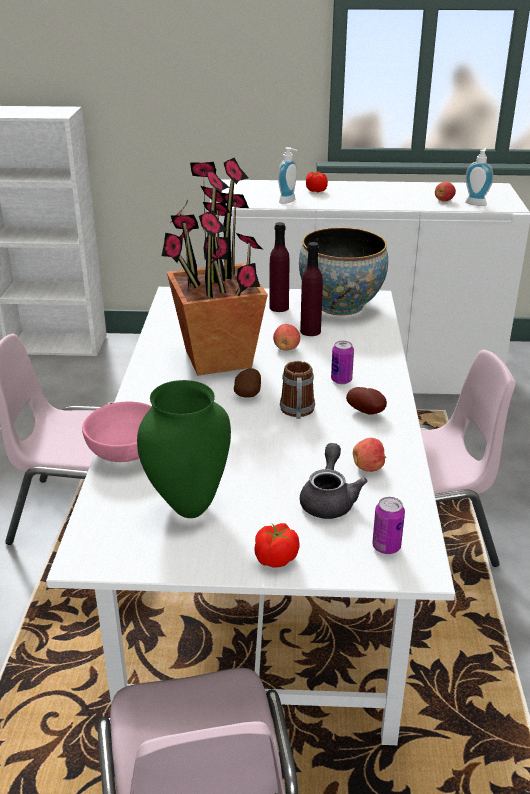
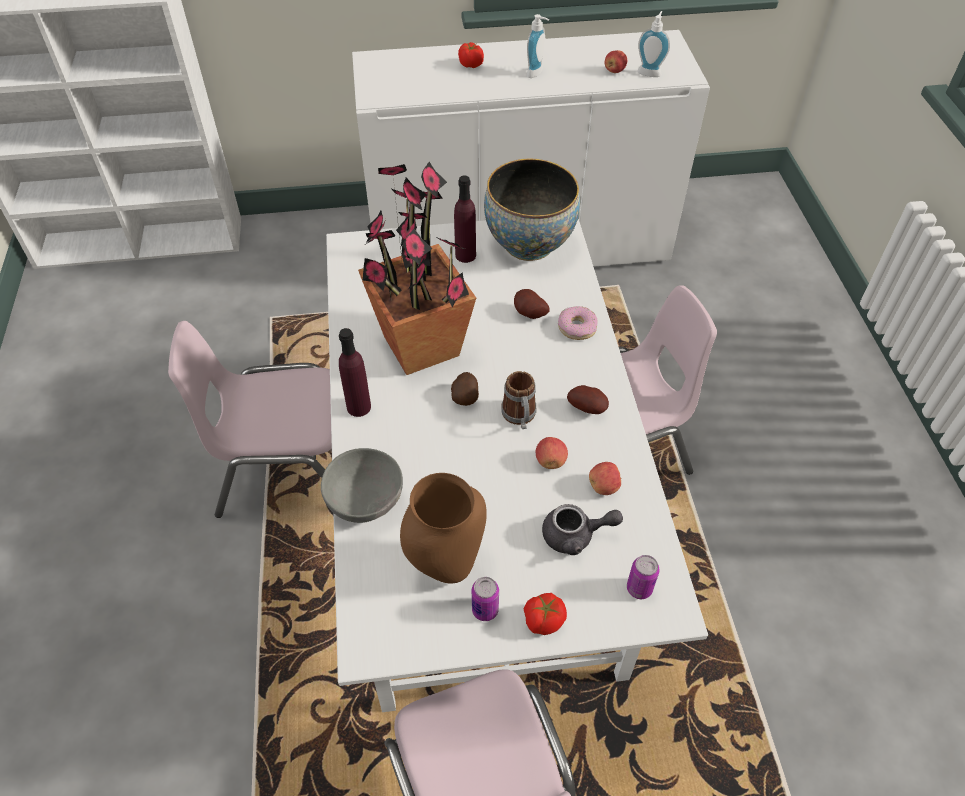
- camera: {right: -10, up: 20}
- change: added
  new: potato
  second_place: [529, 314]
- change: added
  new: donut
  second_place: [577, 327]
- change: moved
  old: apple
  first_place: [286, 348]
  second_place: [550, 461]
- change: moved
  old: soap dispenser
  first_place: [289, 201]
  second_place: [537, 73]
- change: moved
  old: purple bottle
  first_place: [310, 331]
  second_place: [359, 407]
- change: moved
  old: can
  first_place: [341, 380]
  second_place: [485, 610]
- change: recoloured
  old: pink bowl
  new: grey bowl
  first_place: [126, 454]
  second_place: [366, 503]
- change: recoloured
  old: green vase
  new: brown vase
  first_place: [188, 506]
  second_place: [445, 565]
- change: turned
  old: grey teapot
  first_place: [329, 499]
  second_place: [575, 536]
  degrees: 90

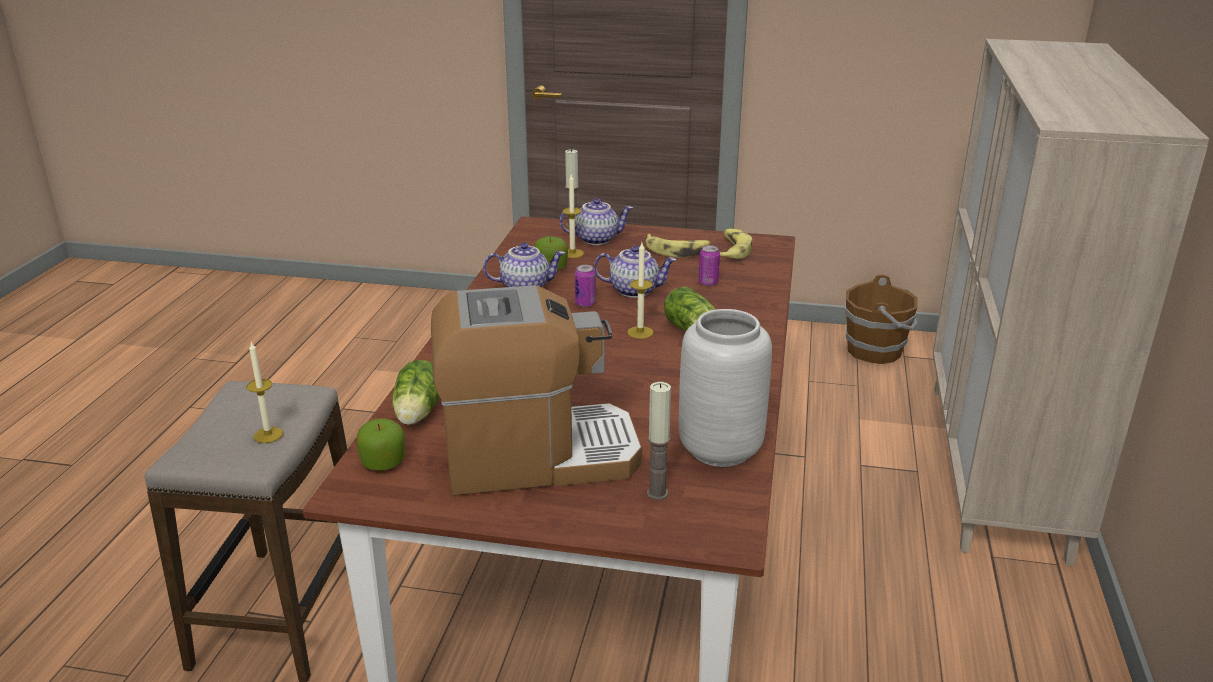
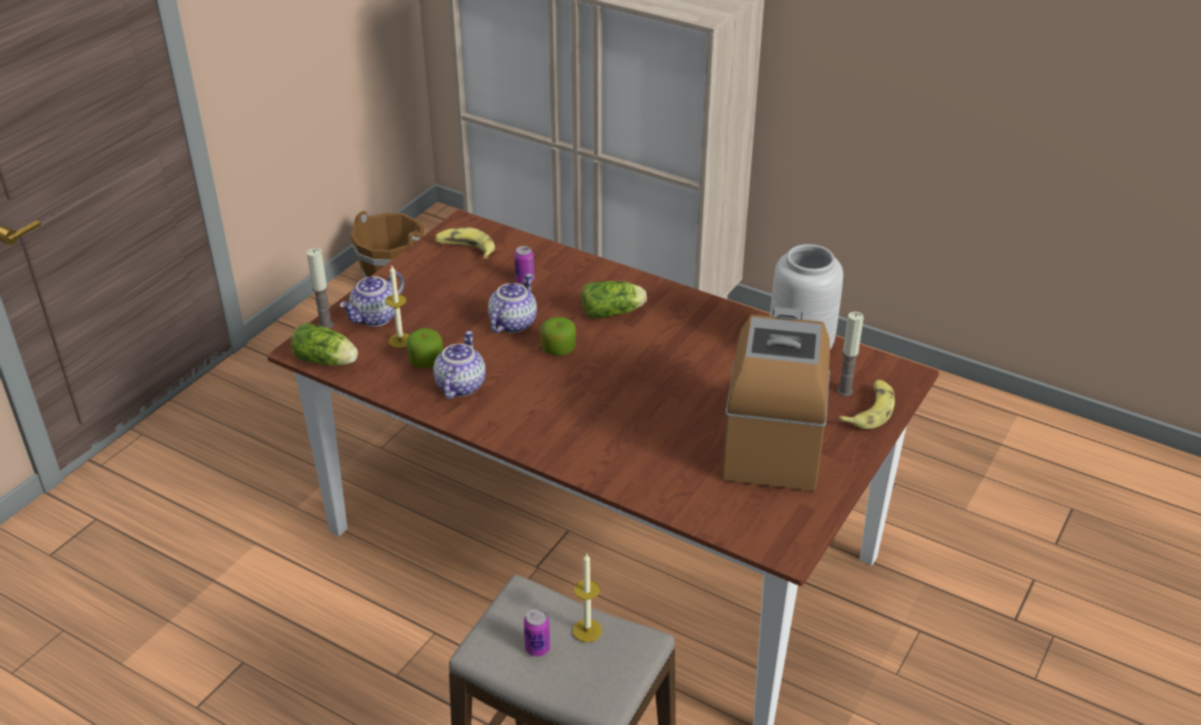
- camera: {right: -70, up: 10}
- change: removed
  old: candle
  first_place: [640, 332]
- change: moved
  old: apple
  first_place: [383, 462]
  second_place: [558, 349]
- change: moved
  old: lettuce
  first_place: [417, 414]
  second_place: [328, 361]
- change: moved
  old: can
  first_place: [585, 303]
  second_place: [537, 648]
- change: moved
  old: banana
  first_place: [677, 251]
  second_place: [869, 411]
- change: turned
  old: teapot
  first_place: [596, 239]
  second_place: [376, 318]
  degrees: -150

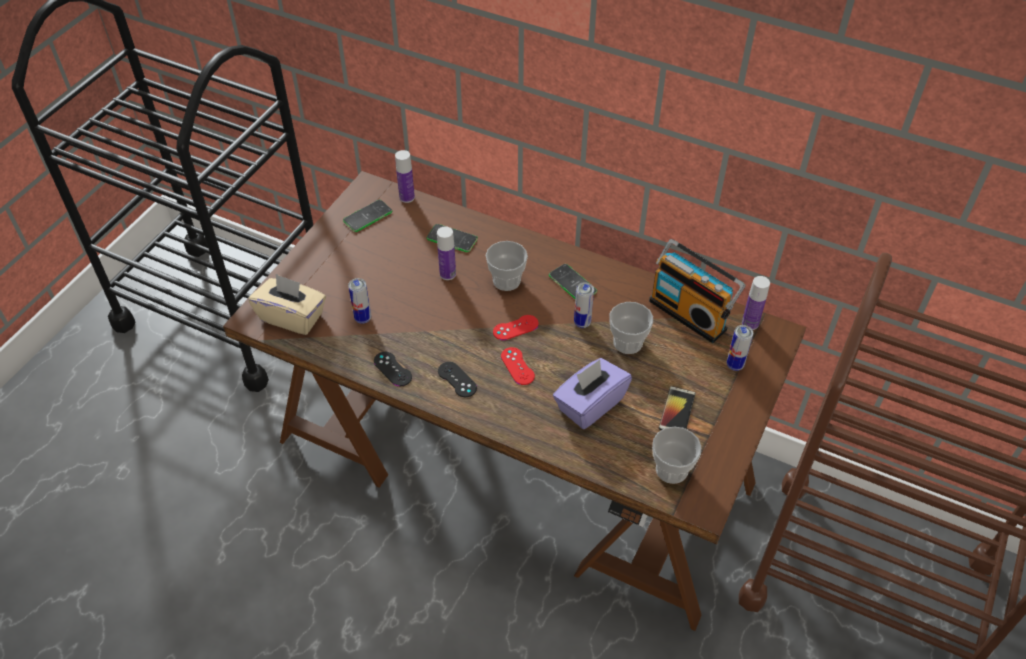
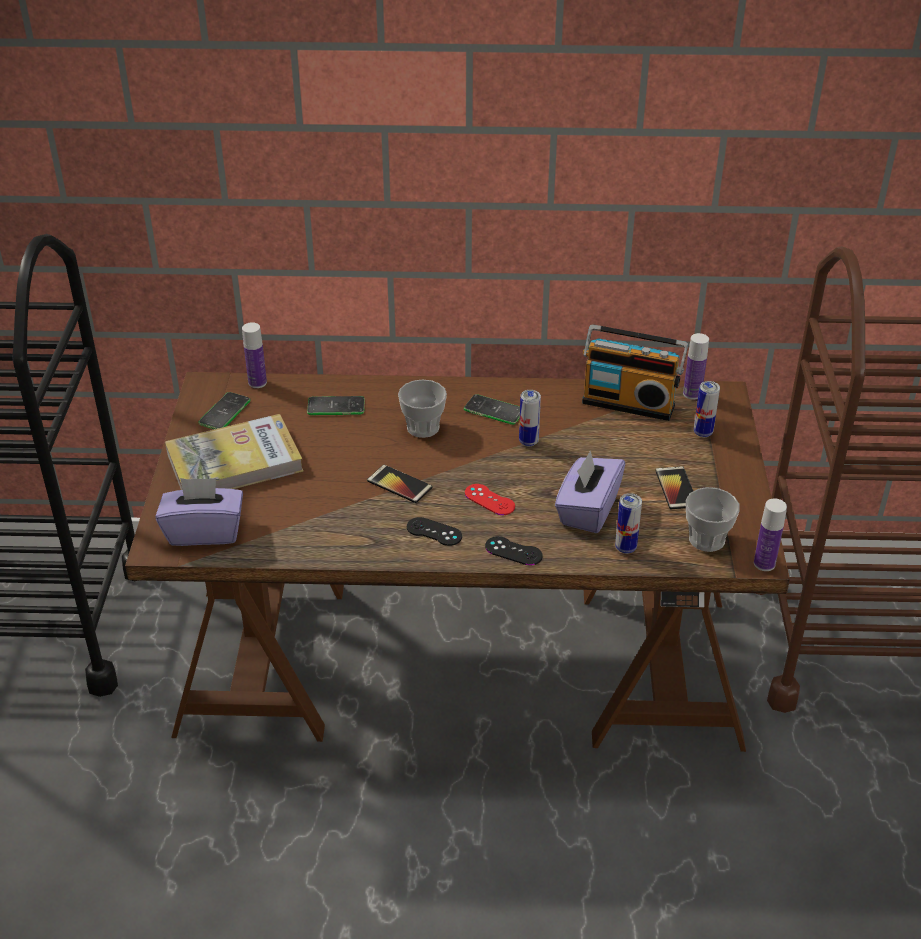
- camera: {right: -25, up: -10}
- change: removed
  old: red game controller
  first_place: [515, 328]
- change: removed
  old: cup
  first_place: [627, 343]
- change: added
  new: book
  second_place: [234, 462]
- change: added
  new: phone
  second_place: [399, 484]
- change: moved
  old: can
  first_place: [363, 318]
  second_place: [625, 548]
- change: moved
  old: black game controller
  first_place: [392, 369]
  second_place: [513, 551]
- change: moved
  old: bottle
  first_place: [447, 274]
  second_place: [764, 563]
- change: recoloured
  old: beige tissue box
  new: purple tissue box
  first_place: [292, 317]
  second_place: [204, 531]

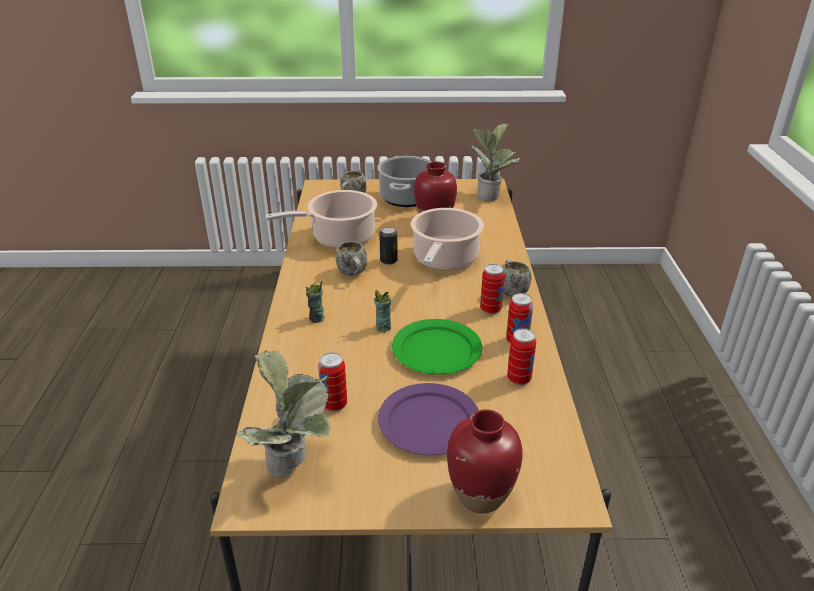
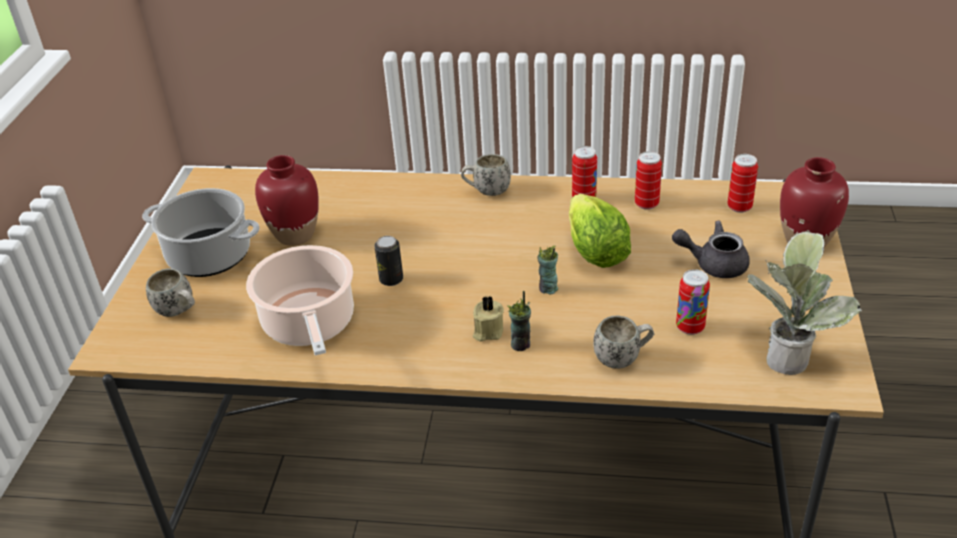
- camera: {right: -80, up: 5}
- change: removed
  old: cooking pot
  first_place: [444, 260]
- change: removed
  old: potted plant
  first_place: [491, 195]
- change: added
  new: beige candle
  second_place: [487, 331]
- change: moved
  old: white mug
  first_place: [354, 274]
  second_place: [623, 358]
- change: moved
  old: can
  first_place: [490, 310]
  second_place: [739, 207]
- change: replaced
  old: purple plate
  new: grey teapot
  first_place: [428, 422]
  second_place: [713, 264]
- change: replaced
  old: green plate
  new: lettuce
  first_place: [436, 350]
  second_place: [595, 252]

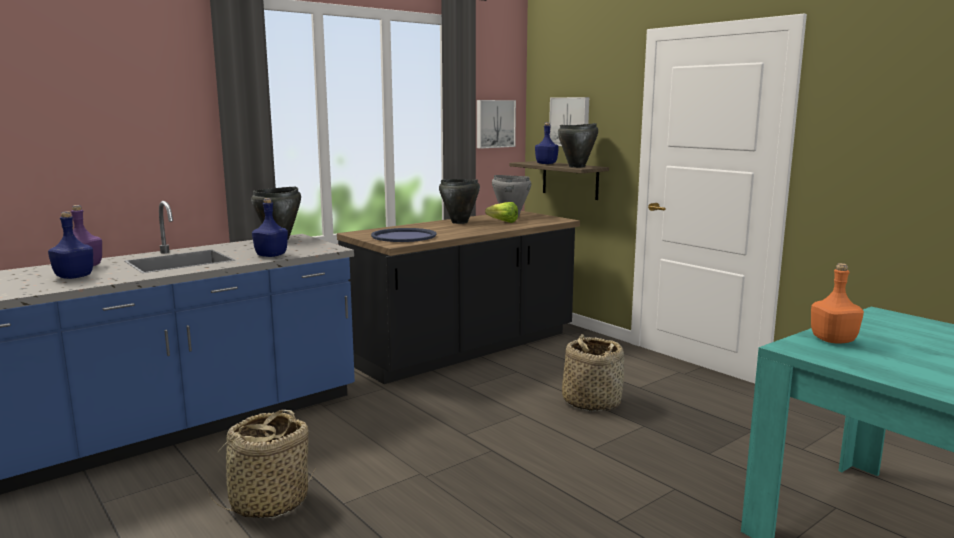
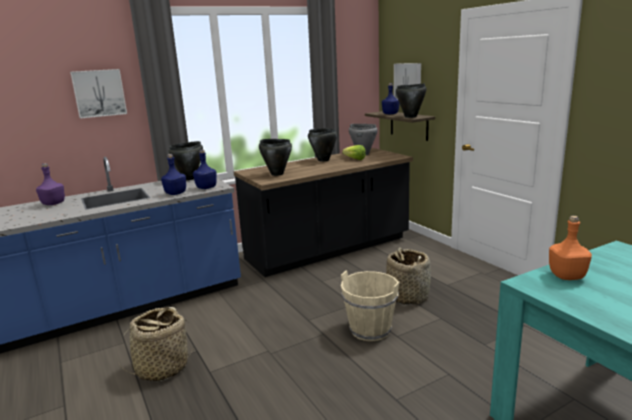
- camera: {right: 10, up: 5}
- change: added
  new: beige bucket
  second_place: [370, 330]
- change: moved
  old: blue bottle
  first_place: [74, 277]
  second_place: [206, 188]
- change: moved
  old: picture
  first_place: [494, 123]
  second_place: [99, 93]
- change: replaced
  old: blue tray
  new: black cooking pot
  first_place: [403, 236]
  second_place: [277, 174]

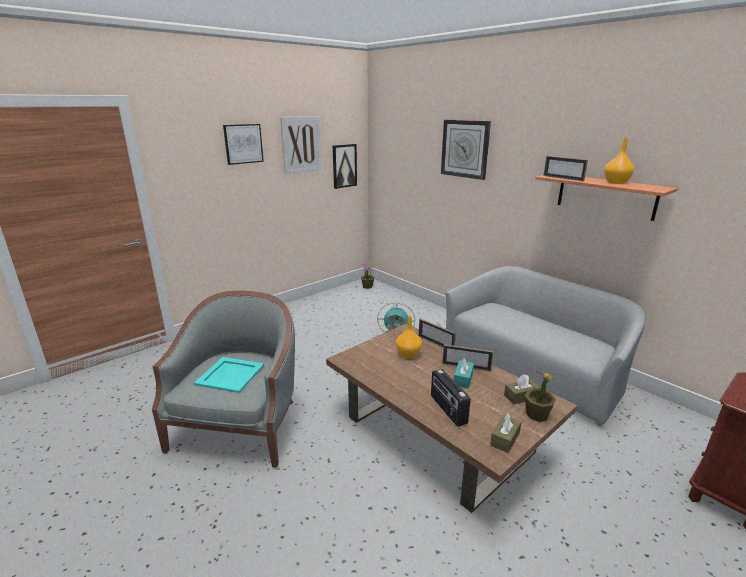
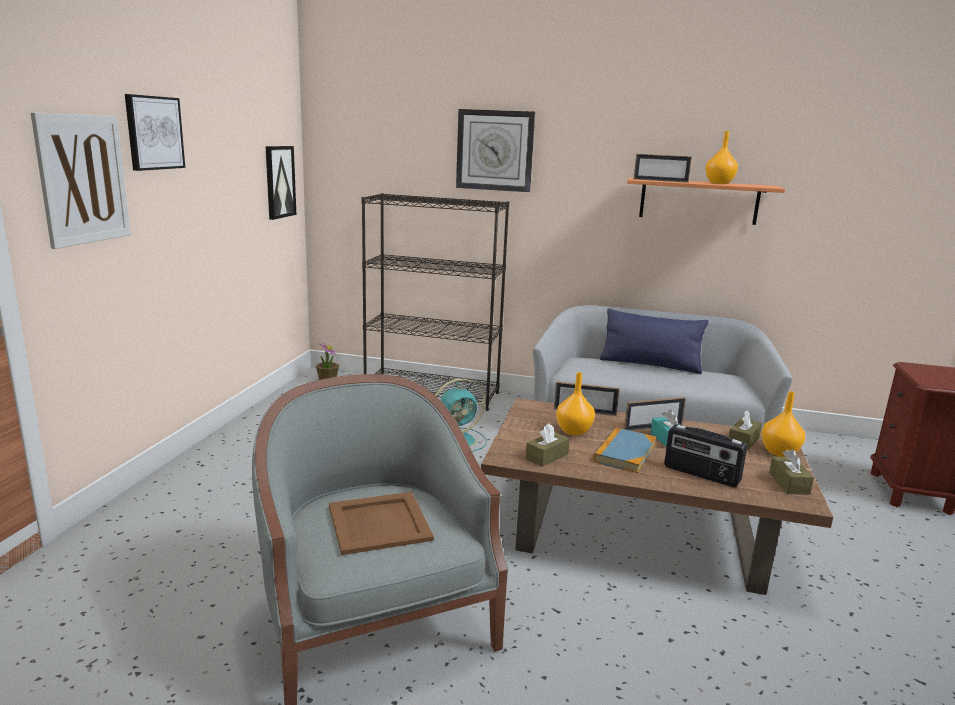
- camera: {right: -35, up: -5}
- change: added
  new: black bookcase
  second_place: [433, 393]
- change: added
  new: brown tissue box
  second_place: [547, 456]
- change: added
  new: book
  second_place: [624, 453]
- change: added
  new: blue pillow
  second_place: [650, 365]
- change: moved
  old: picture
  first_place: [301, 144]
  second_place: [83, 179]
- change: replaced
  old: potted plant
  new: orange vase
  first_place: [536, 414]
  second_place: [779, 452]
- change: recoloured
  old: turquoise tray
  new: brown tray
  first_place: [229, 375]
  second_place: [378, 523]

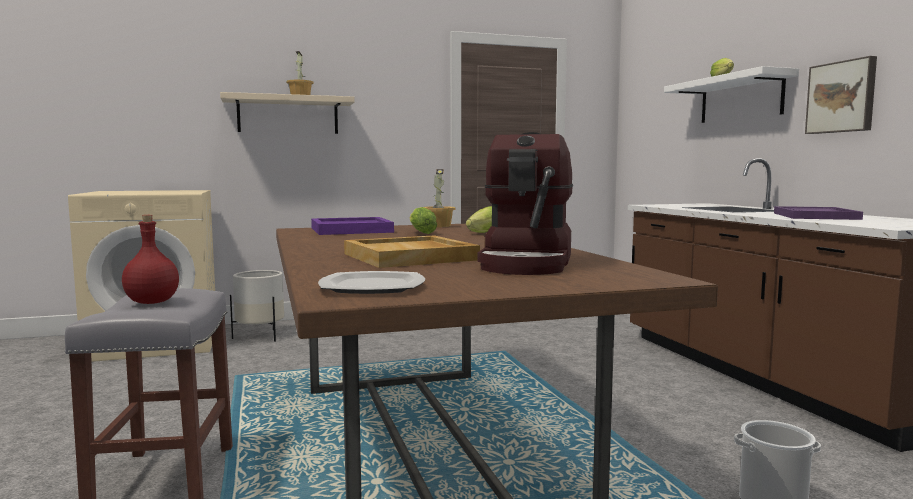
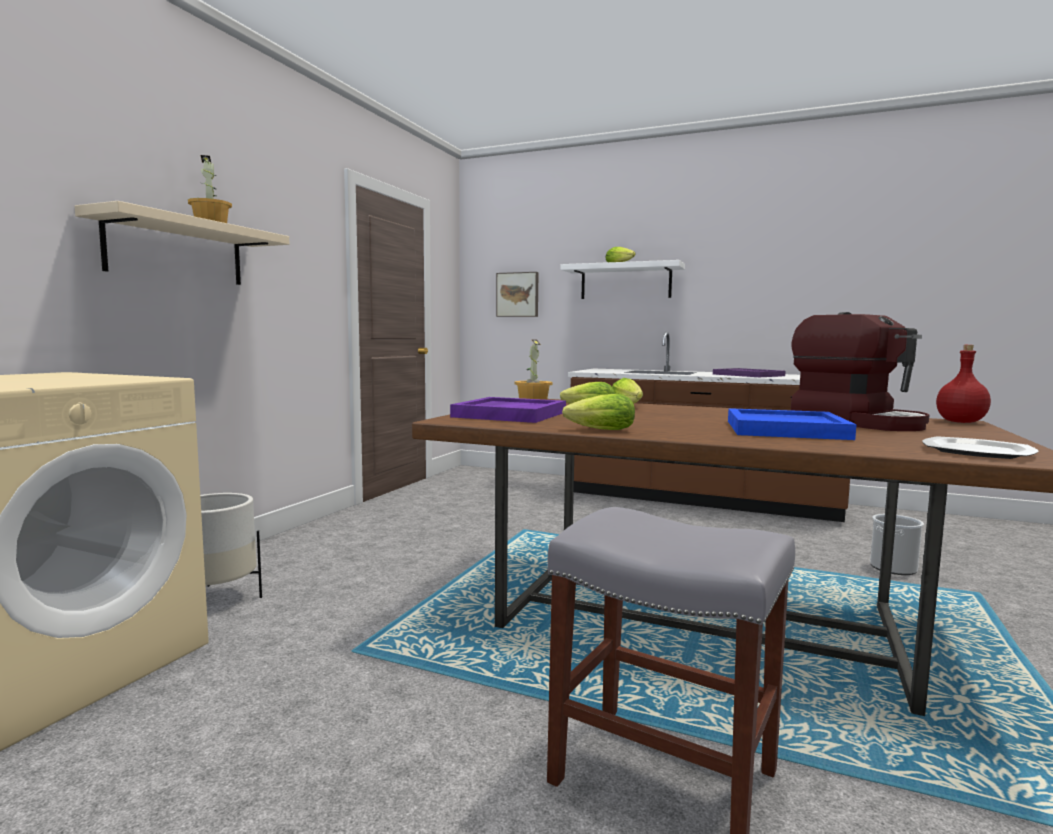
- camera: {right: -50, up: 0}
- change: added
  new: lettuce
  second_place: [597, 430]
- change: moved
  old: red bottle
  first_place: [152, 302]
  second_place: [961, 422]
- change: moved
  old: picture
  first_place: [842, 97]
  second_place: [518, 294]
- change: recoloured
  old: beige tray
  new: blue tray
  first_place: [411, 257]
  second_place: [786, 429]

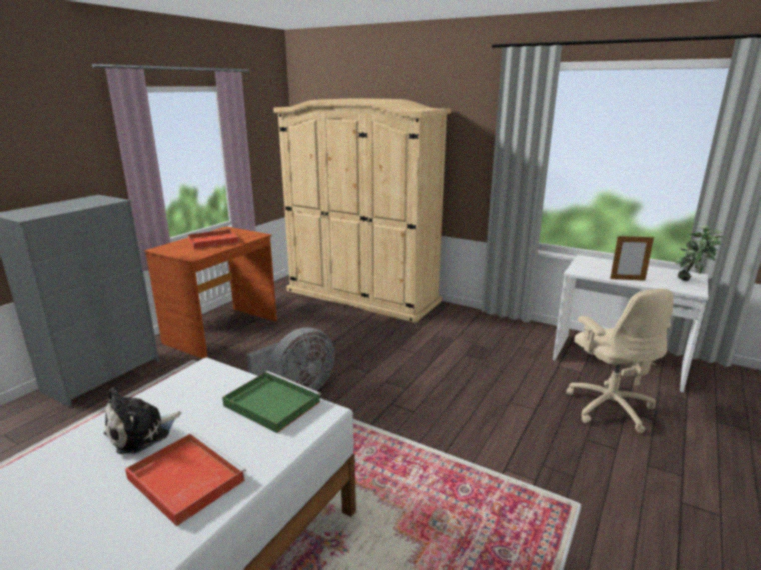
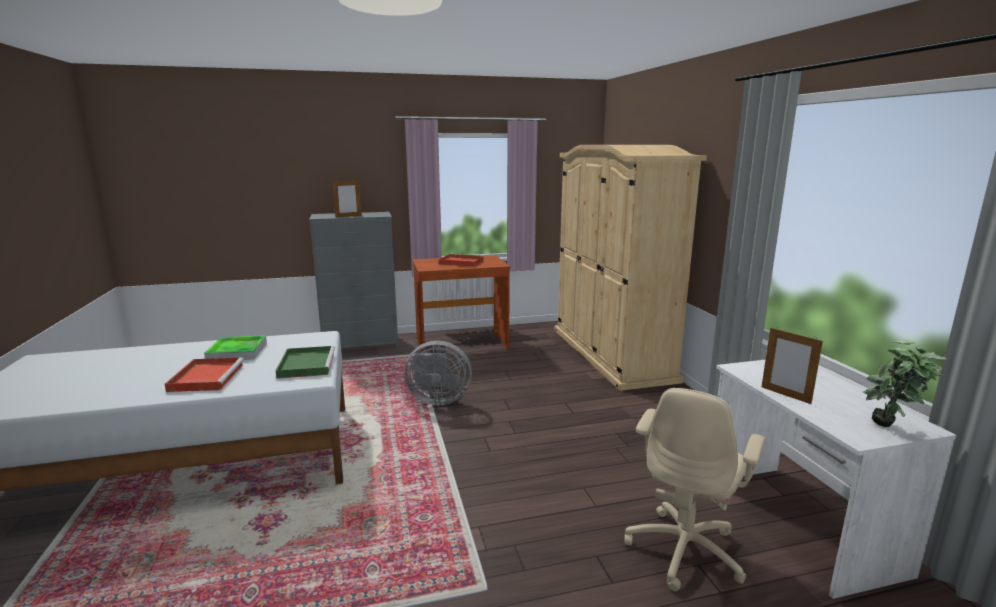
- camera: {right: 45, up: -5}
- change: added
  new: picture frame
  second_place: [348, 216]
- change: replaced
  old: plush toy
  new: tray
  first_place: [141, 433]
  second_place: [237, 352]

